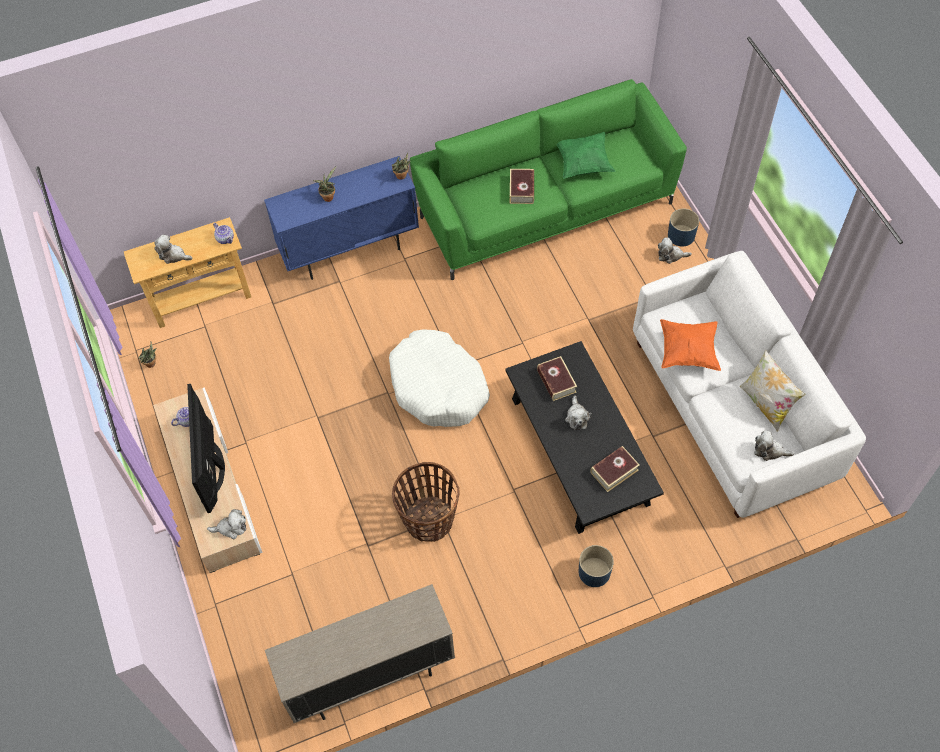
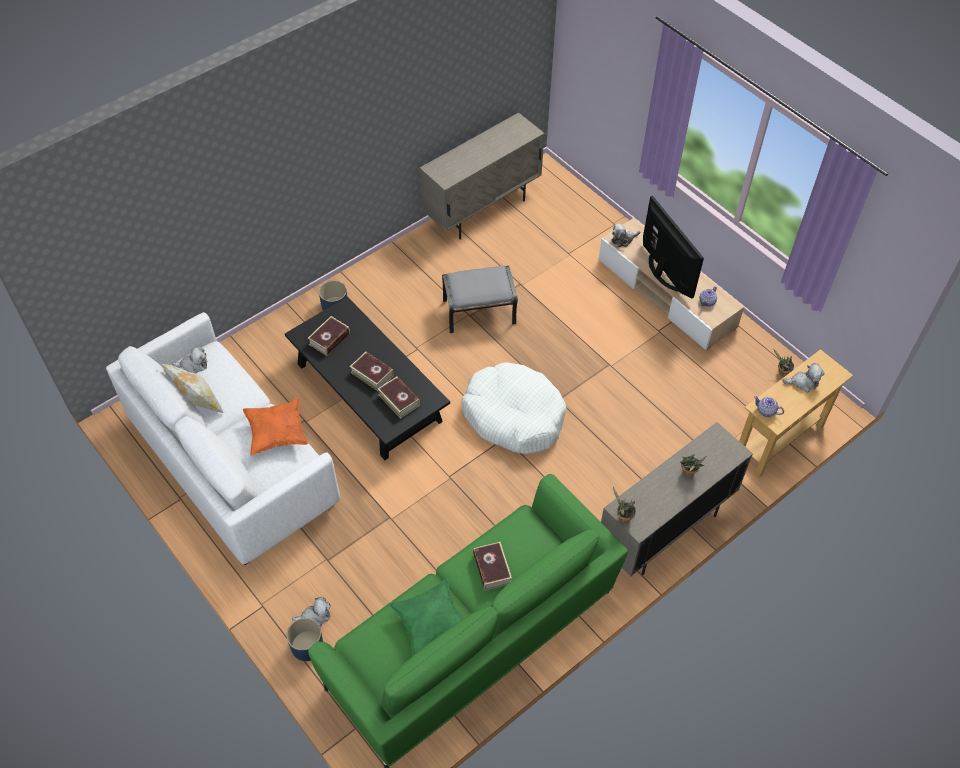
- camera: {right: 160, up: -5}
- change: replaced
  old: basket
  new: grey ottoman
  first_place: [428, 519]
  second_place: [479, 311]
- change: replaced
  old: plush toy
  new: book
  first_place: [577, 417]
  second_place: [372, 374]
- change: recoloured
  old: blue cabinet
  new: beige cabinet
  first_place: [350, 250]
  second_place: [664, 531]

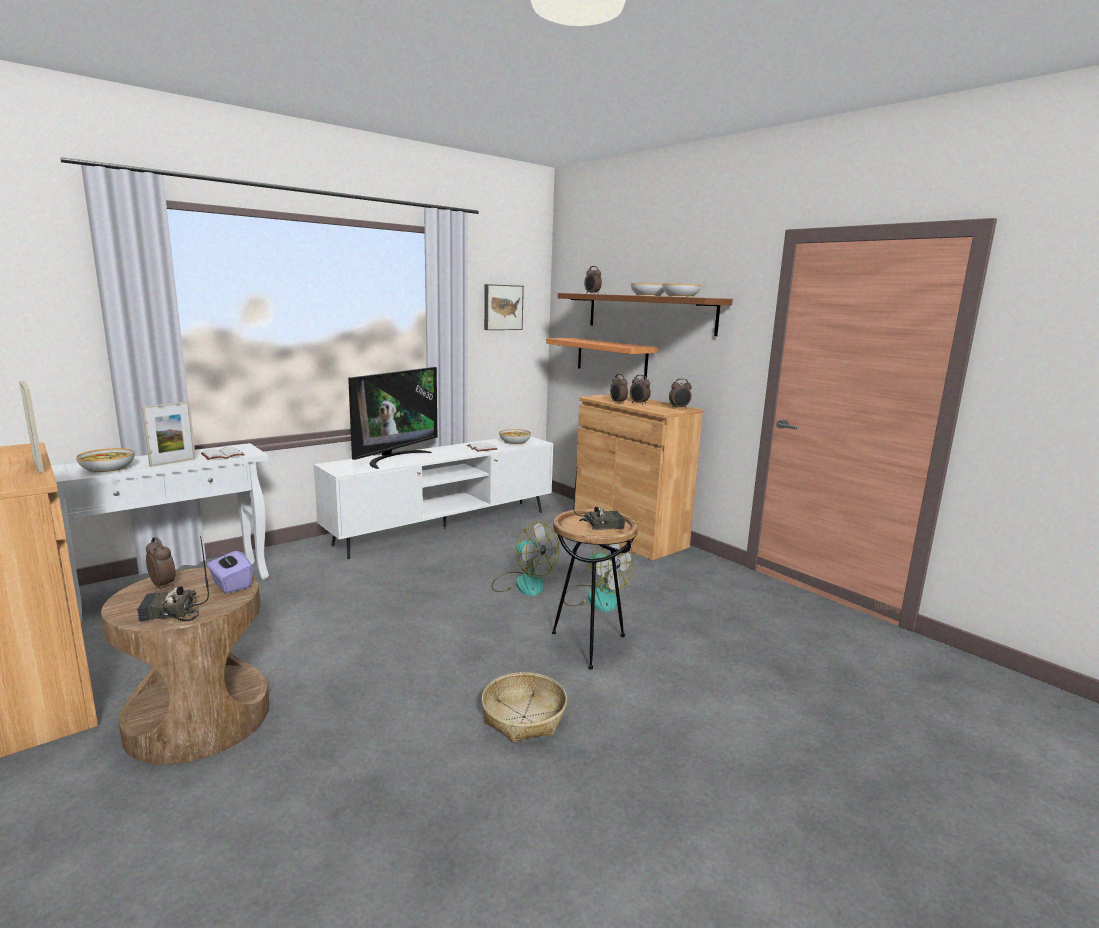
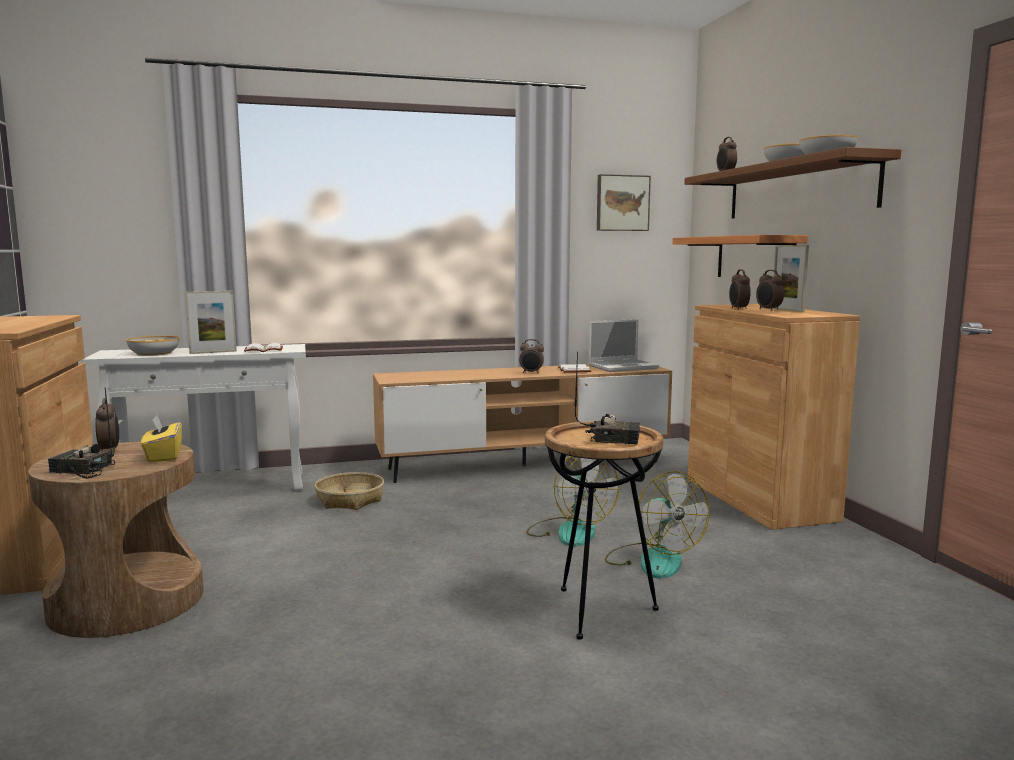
- camera: {right: 25, up: -5}
- change: removed
  old: television
  first_place: [394, 458]
- change: moved
  old: picture frame
  first_place: [38, 466]
  second_place: [787, 310]
- change: moved
  old: basket
  first_place: [523, 717]
  second_place: [350, 500]
- change: moved
  old: alarm clock
  first_place: [679, 408]
  second_place: [531, 373]
- change: replaced
  old: bowl
  new: laptop
  first_place: [515, 442]
  second_place: [623, 367]
- change: recoloured
  old: purple tissue box
  new: yellow tissue box
  first_place: [231, 584]
  second_place: [163, 456]
- change: recoloured
  old: white tv stand
  new: brown tv stand
  first_place: [445, 528]
  second_place: [524, 465]

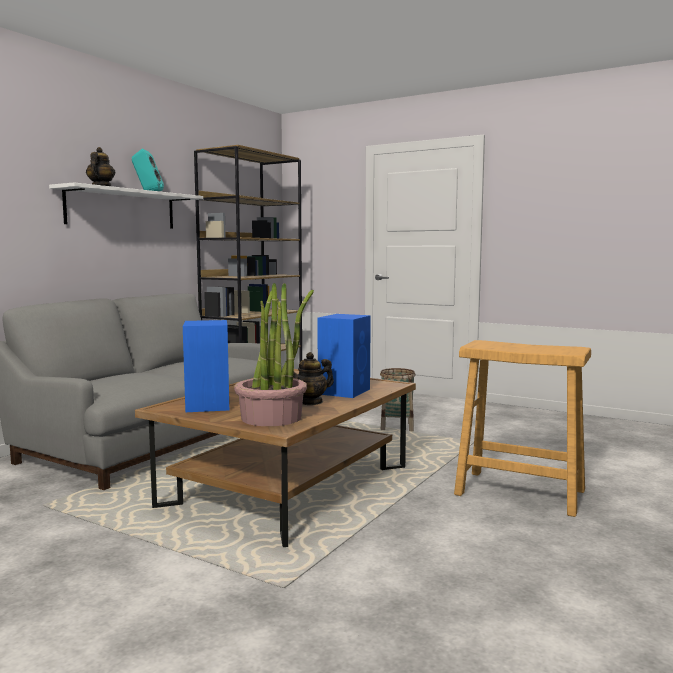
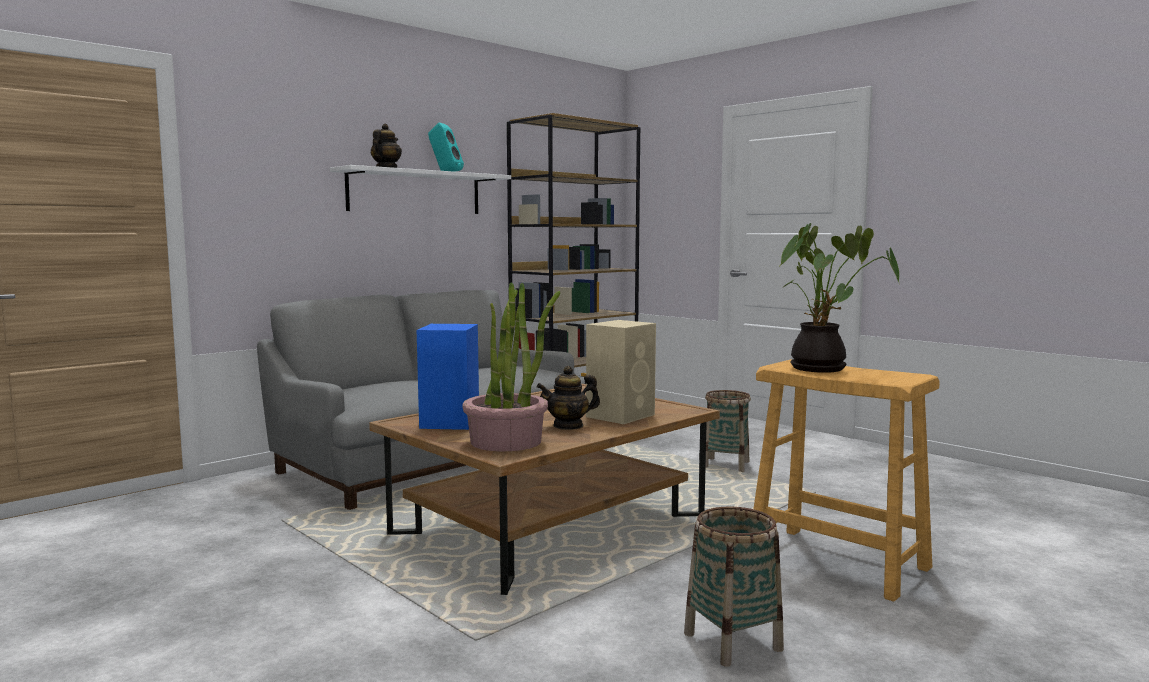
- camera: {right: 15, up: 0}
- change: added
  new: basket
  second_place: [732, 641]
- change: added
  new: potted plant
  second_place: [823, 369]
- change: recoloured
  old: blue speaker
  new: beige speaker
  first_place: [344, 391]
  second_place: [621, 415]

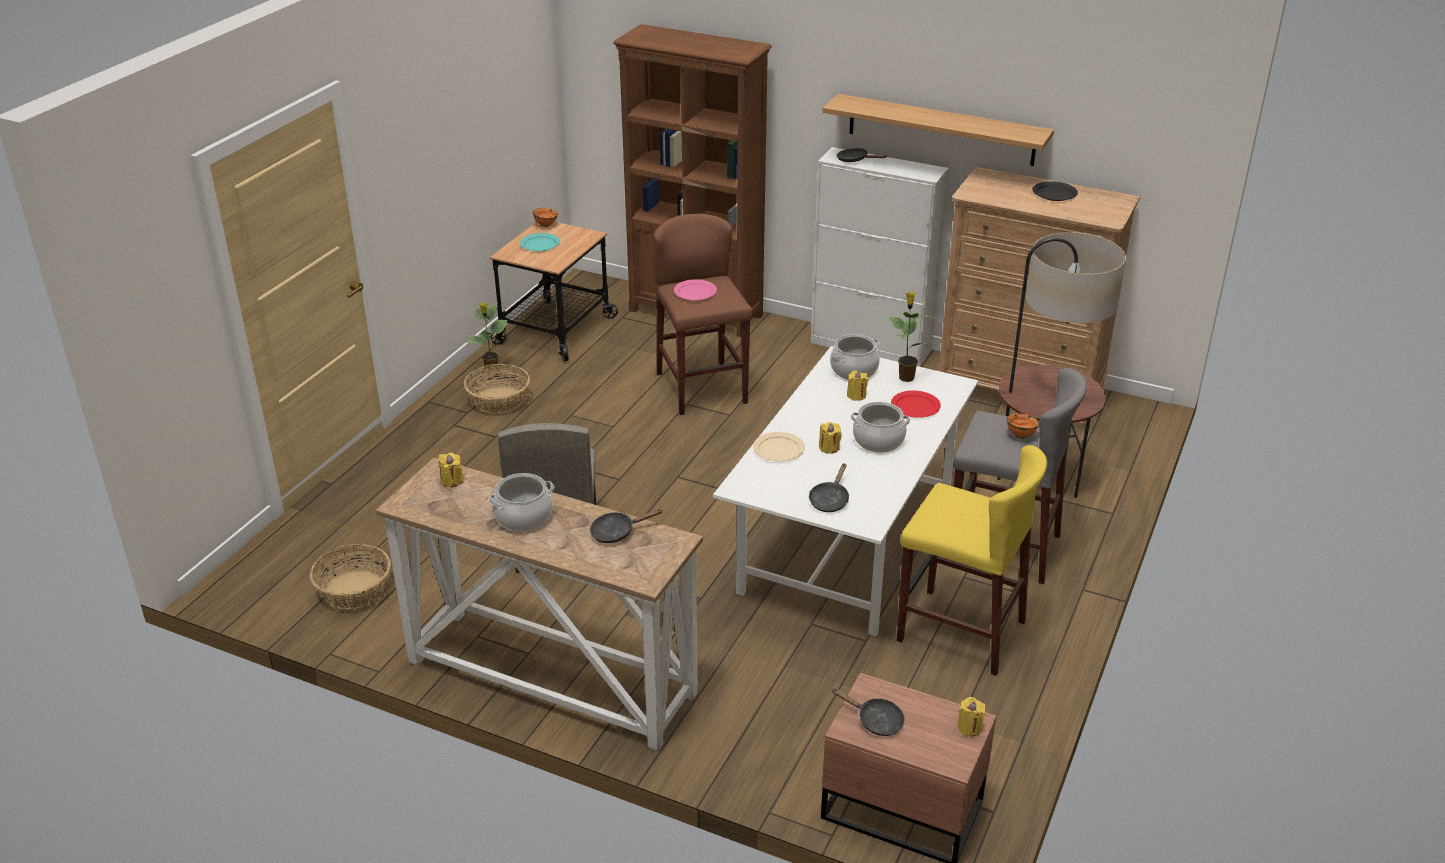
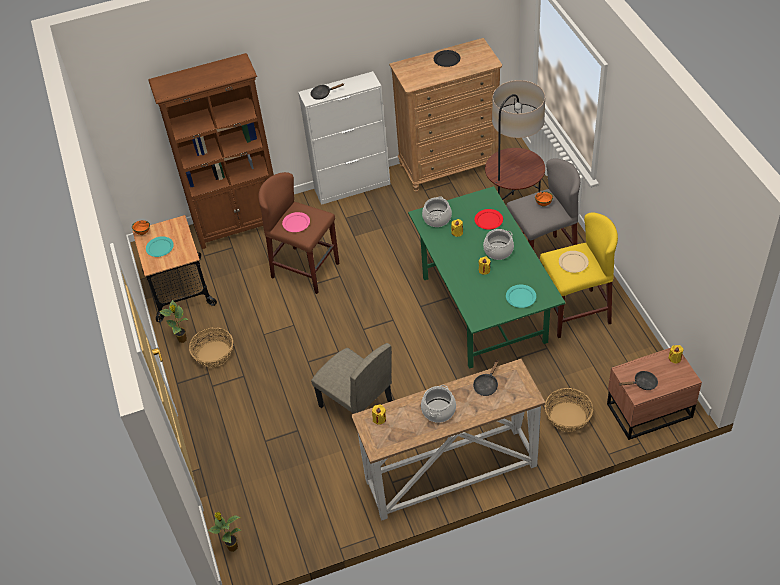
- camera: {right: -40, up: 15}
- change: removed
  old: shelf
  first_place: [941, 130]
- change: moved
  old: basket
  first_place: [353, 590]
  second_place: [567, 417]
- change: moved
  old: beige plate
  first_place: [778, 449]
  second_place: [573, 262]
- change: moved
  old: potted plant
  first_place: [905, 377]
  second_place: [232, 546]
- change: replaced
  old: black frying pan
  new: turquoise plate
  first_place: [830, 500]
  second_place: [520, 297]
- change: recoloured
  old: white dining table
  new: green dining table
  first_place: [845, 547]
  second_place: [482, 309]

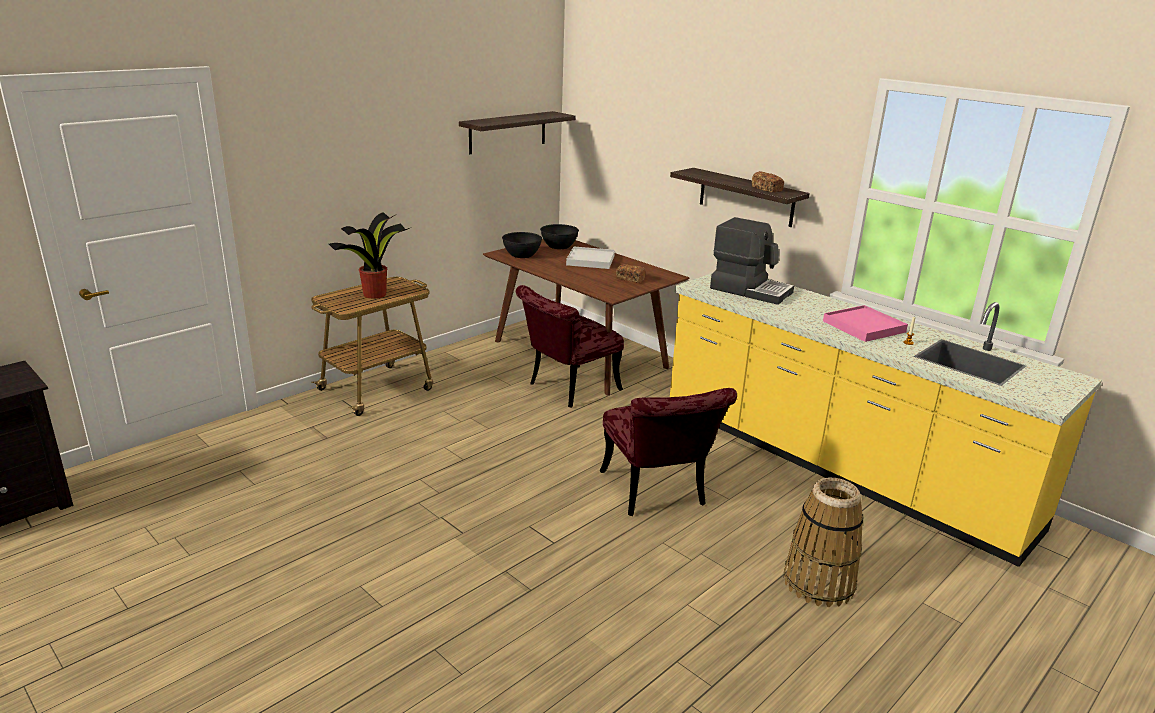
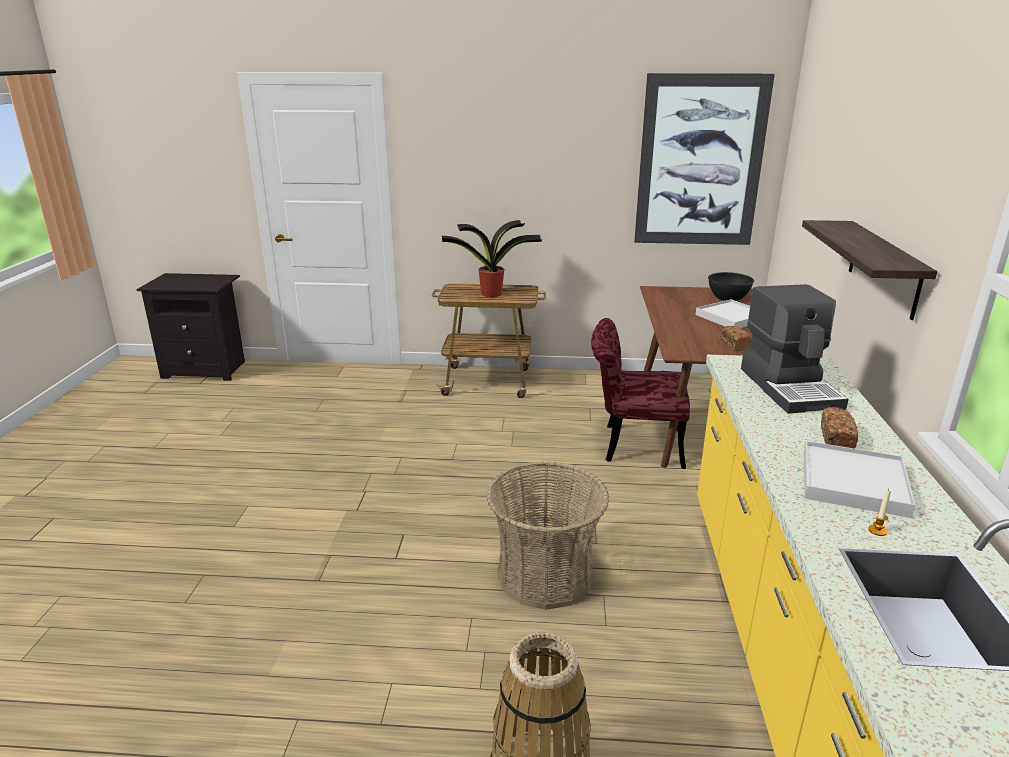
- camera: {right: 50, up: 0}
- change: removed
  old: black bowl
  first_place: [521, 255]
- change: moved
  old: bread
  first_place: [767, 189]
  second_place: [836, 439]
- change: replaced
  old: shelf
  new: picture
  first_place: [507, 132]
  second_place: [700, 162]
- change: replaced
  old: red chair
  new: basket
  first_place: [657, 494]
  second_place: [544, 575]
- change: recoloured
  old: pink tray
  new: white tray
  first_place: [863, 326]
  second_place: [853, 482]

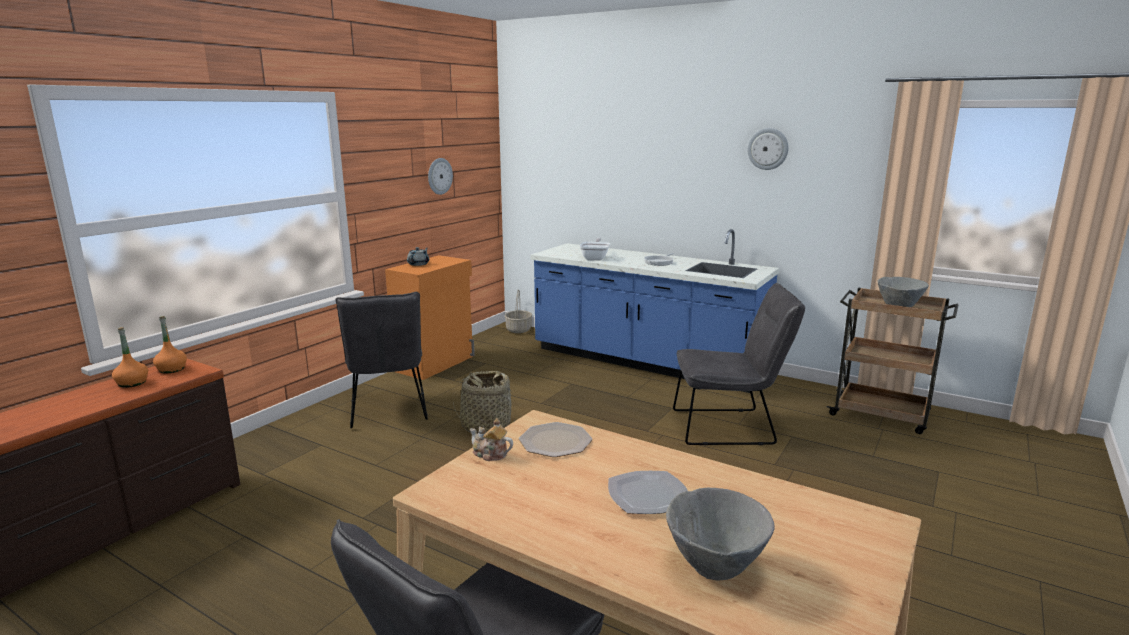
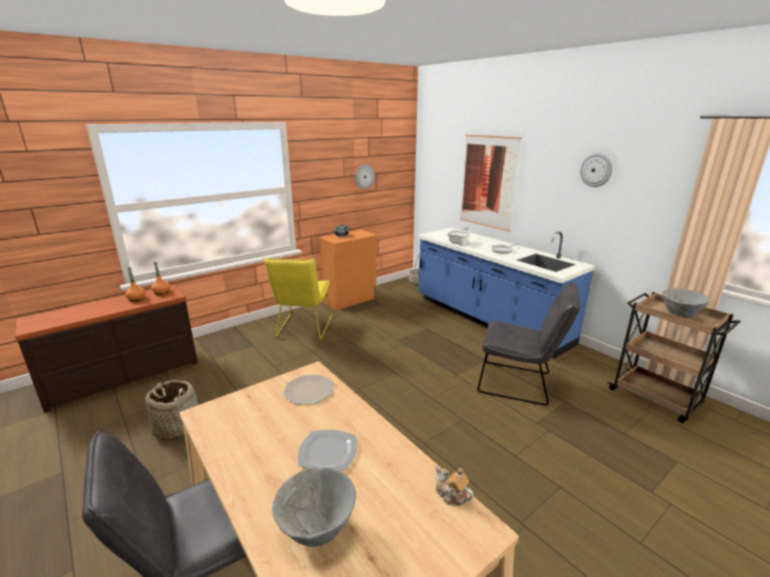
- camera: {right: 20, up: 5}
- change: added
  new: picture
  second_place: [488, 181]
- change: moved
  old: basket
  first_place: [485, 426]
  second_place: [177, 428]
- change: moved
  old: teapot
  first_place: [490, 454]
  second_place: [451, 495]
- change: recoloured
  old: grey chair
  new: yellow chair
  first_place: [388, 411]
  second_place: [303, 329]

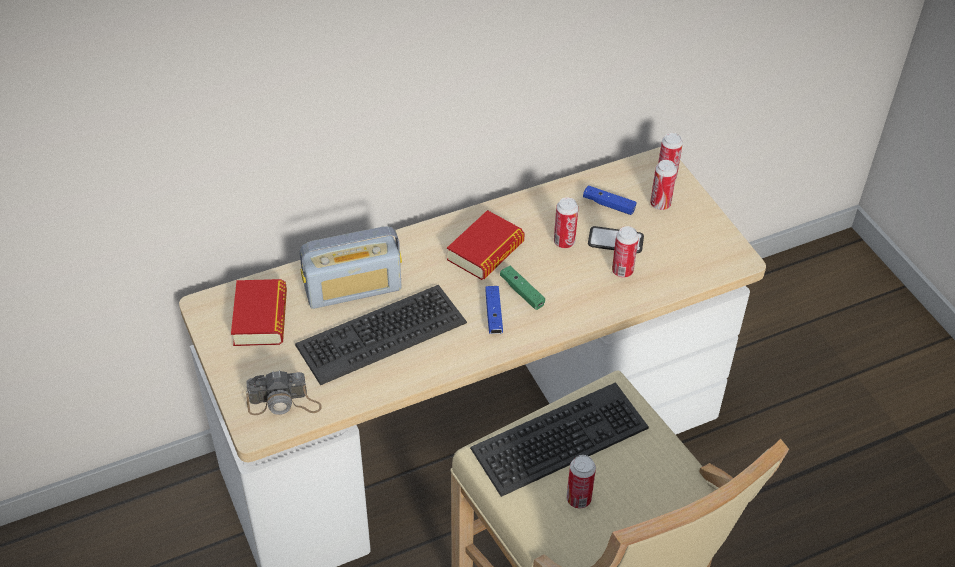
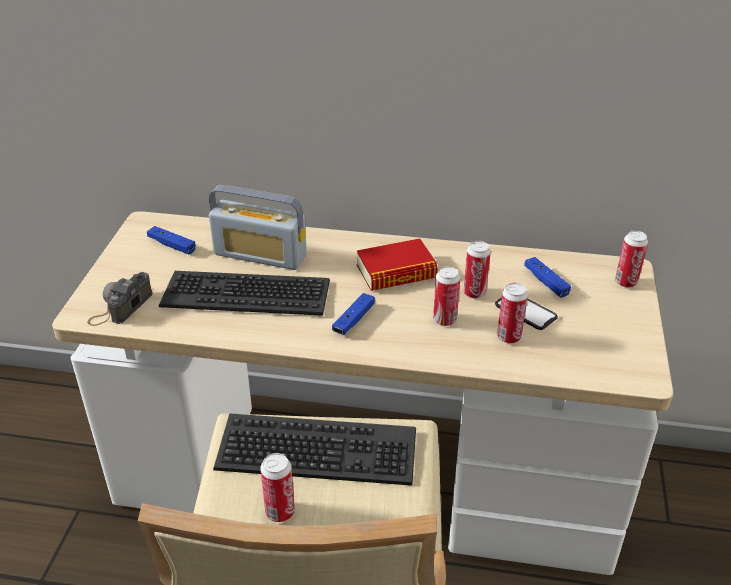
- camera: {right: 35, up: -10}
- change: removed
  old: green game controller
  first_place: [522, 292]
- change: moved
  old: can
  first_place: [660, 204]
  second_place: [444, 320]
- change: replaced
  old: book
  new: blue game controller
  first_place: [260, 318]
  second_place: [172, 245]
- change: turned
  old: photo camera
  first_place: [284, 402]
  second_place: [121, 307]
  degrees: 90

